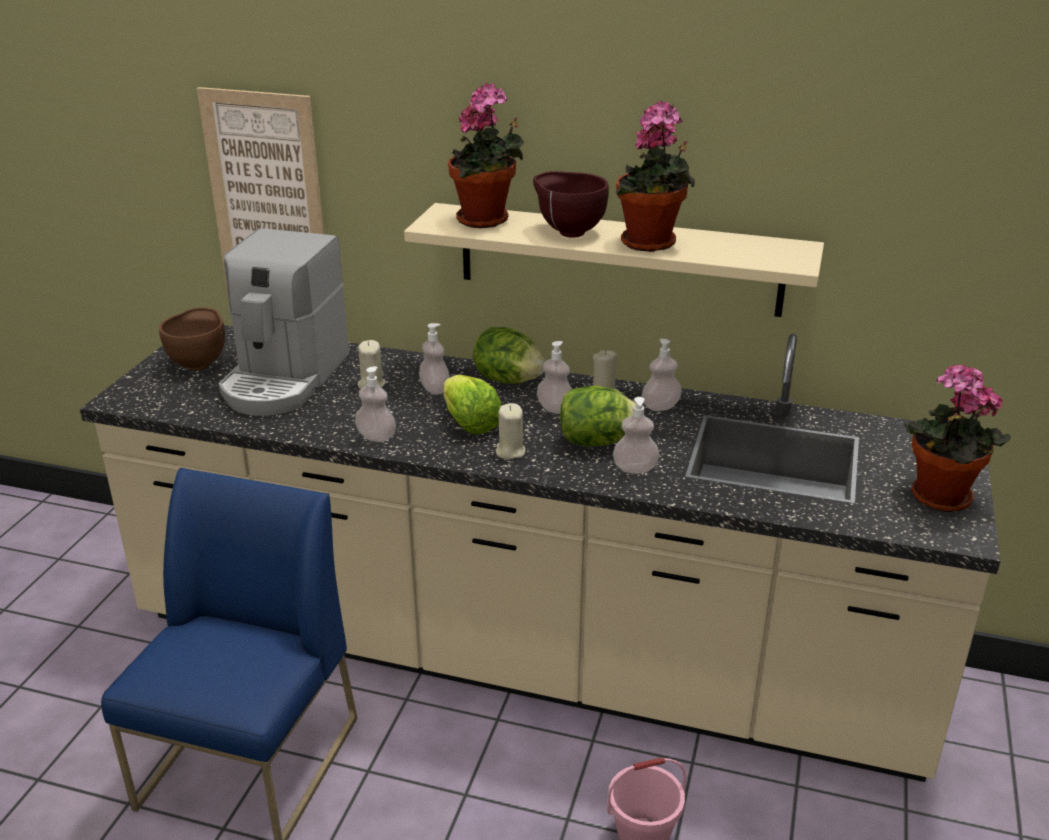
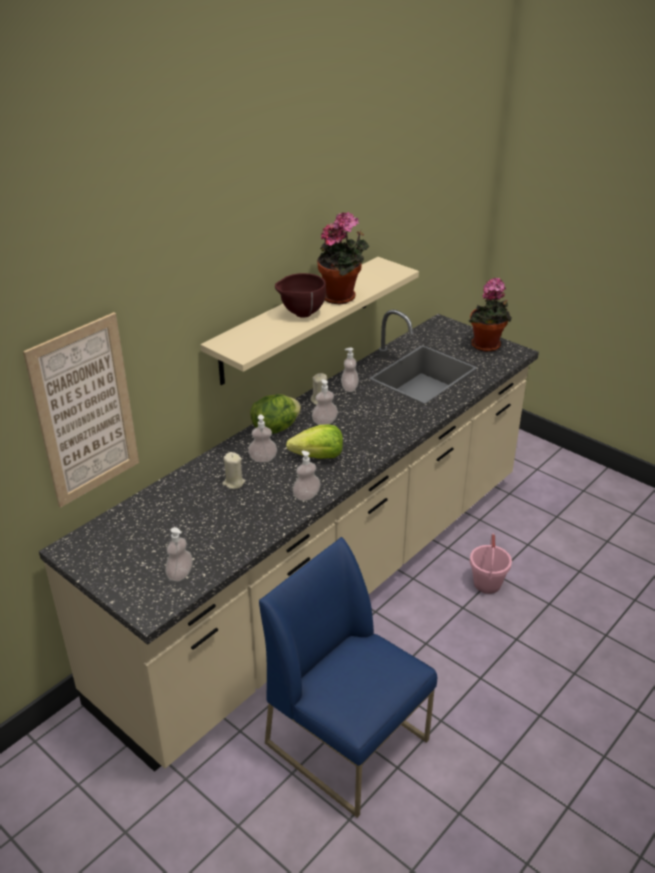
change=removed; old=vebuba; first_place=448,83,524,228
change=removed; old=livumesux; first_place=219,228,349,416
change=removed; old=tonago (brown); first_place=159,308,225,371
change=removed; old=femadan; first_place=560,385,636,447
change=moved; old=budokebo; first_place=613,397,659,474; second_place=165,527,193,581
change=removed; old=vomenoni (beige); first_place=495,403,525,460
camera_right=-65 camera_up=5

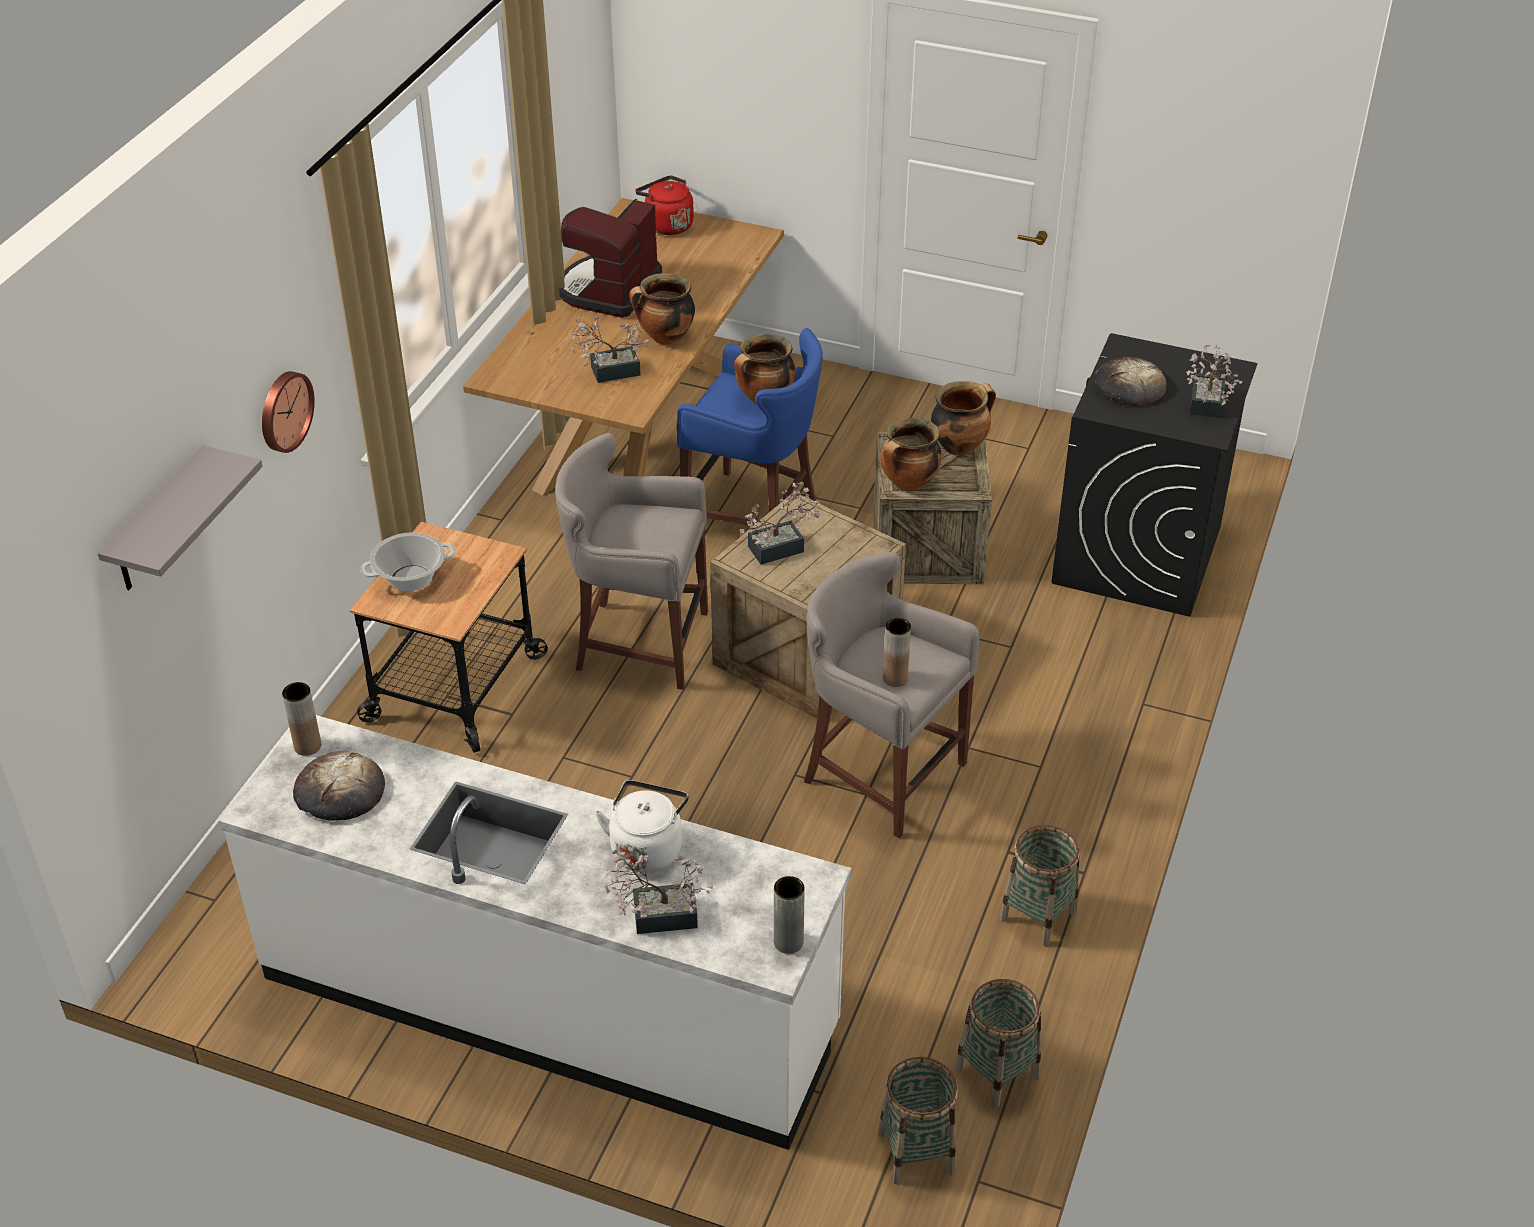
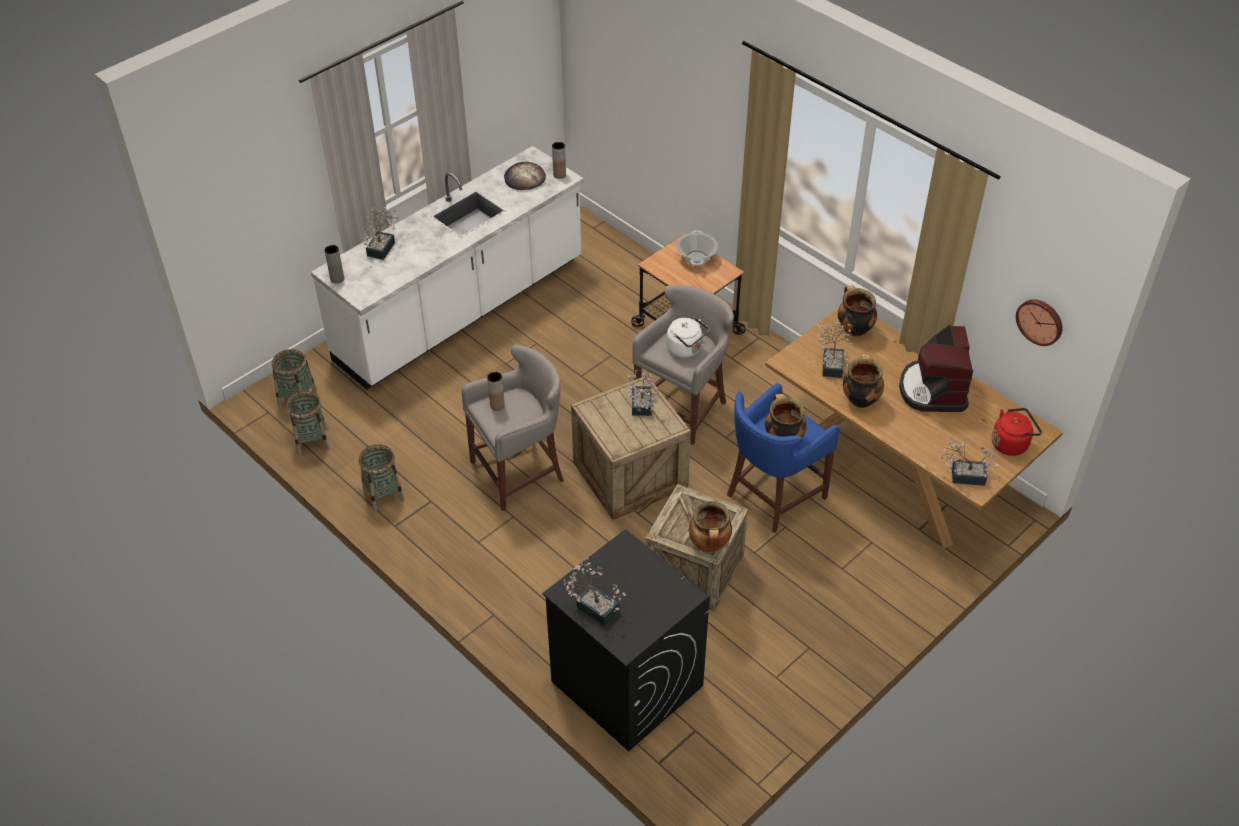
change=turned; old=livumesux; first_place=559,199,662,318; second_place=899,325,973,412; degrees=-135
change=removed; old=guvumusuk; first_place=1093,357,1166,406
change=moved; old=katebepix; first_place=262,371,315,453; second_place=1016,299,1063,346
change=moved; old=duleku; first_place=880,418,942,492; second_place=838,286,877,337
change=removed; old=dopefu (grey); first_place=98,445,263,590
change=moved; old=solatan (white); first_place=595,780,689,873; second_place=667,318,709,358
change=added; new=vebuba; second_place=941,435,999,486
camera_right=115 camera_up=5

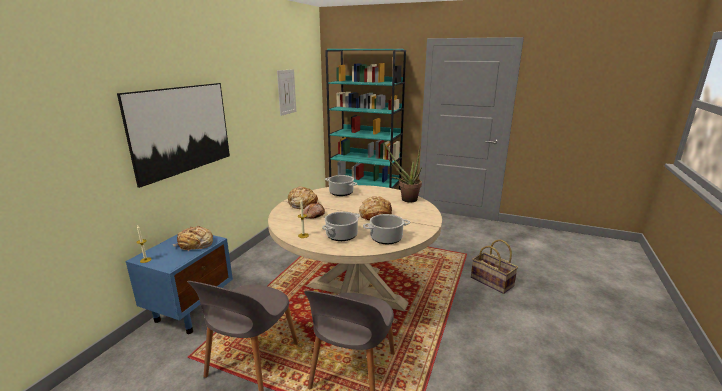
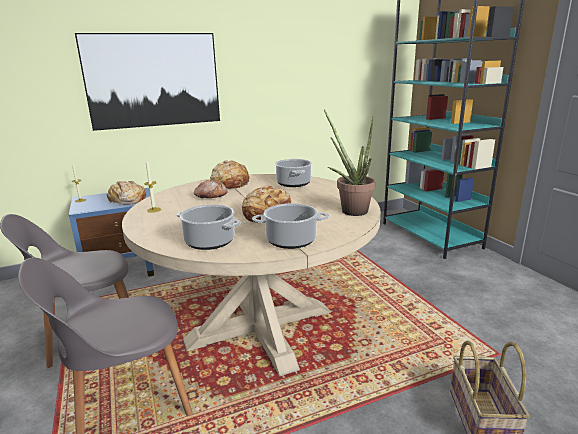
change=removed; old=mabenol; first_place=277,69,296,116
change=moved; old=duleku; first_place=322,212,360,241; second_place=252,203,329,249
camera_right=45 camera_up=0

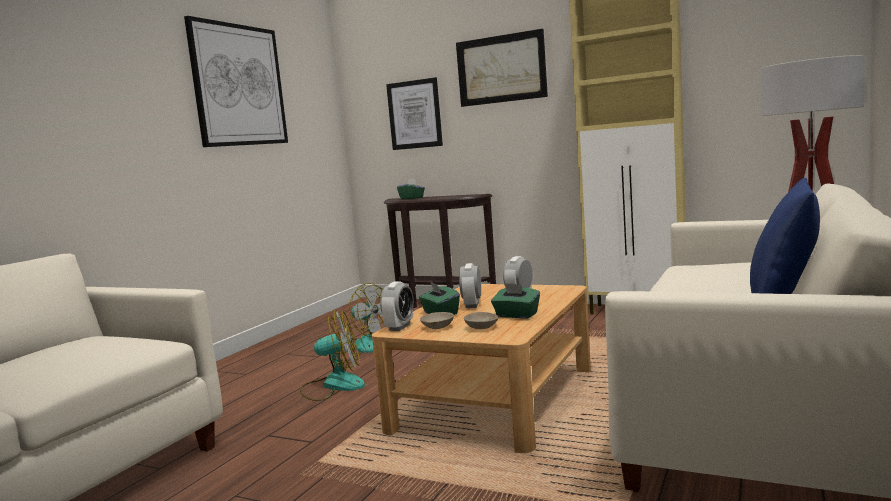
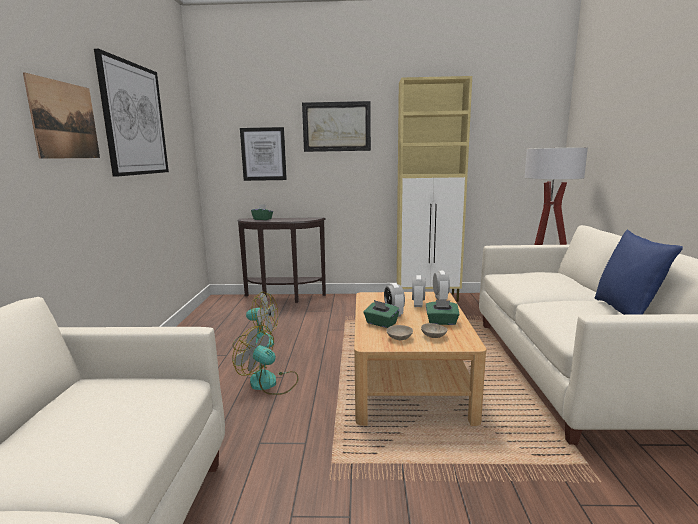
change=moved; old=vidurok; first_place=380,281,414,331; second_place=433,271,450,301
change=turned; old=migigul; first_place=300,310,365,401; second_place=232,325,298,395; degrees=-120
change=added; new=mabenol; second_place=23,72,100,159
camera_right=-25 camera_up=5

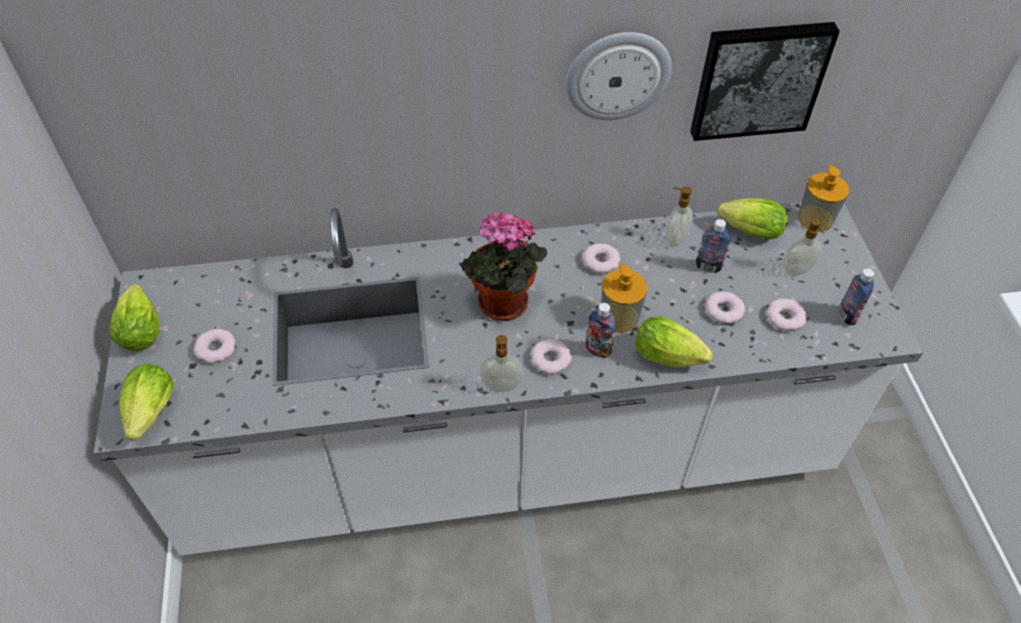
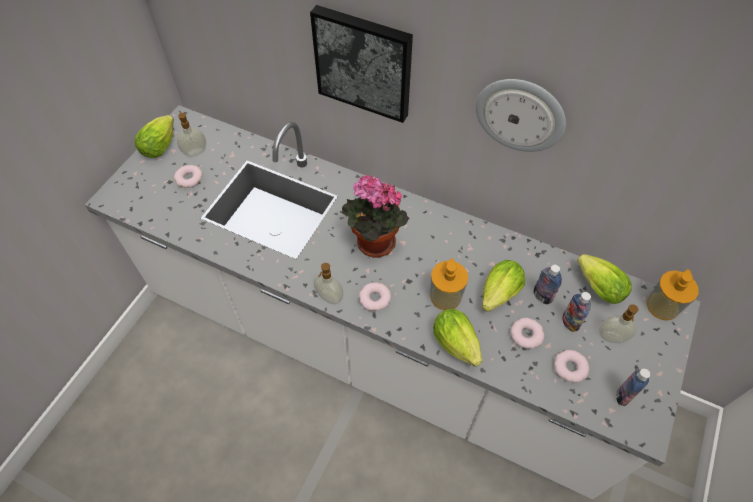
change=moved; old=mabenol; first_place=690,22,840,141; second_place=310,5,413,123
change=moved; old=budokebo; first_place=666,186,692,247; second_place=177,111,206,157
change=removed; old=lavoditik; first_place=582,243,621,273
change=moved; old=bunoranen; first_place=586,303,616,358; second_place=562,292,591,332
change=moved; old=femadan; first_place=120,364,174,441; second_place=482,260,525,312
camera_right=35 camera_up=5

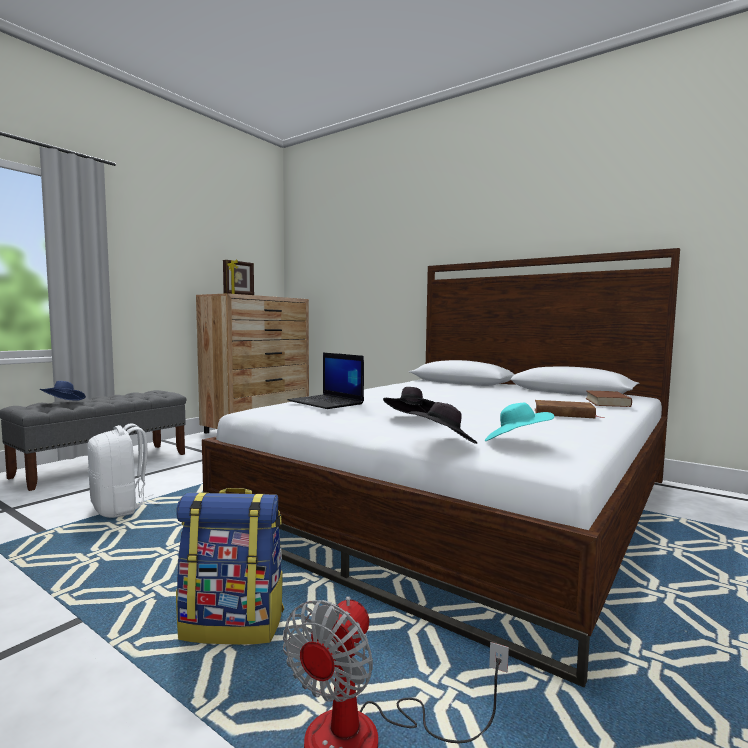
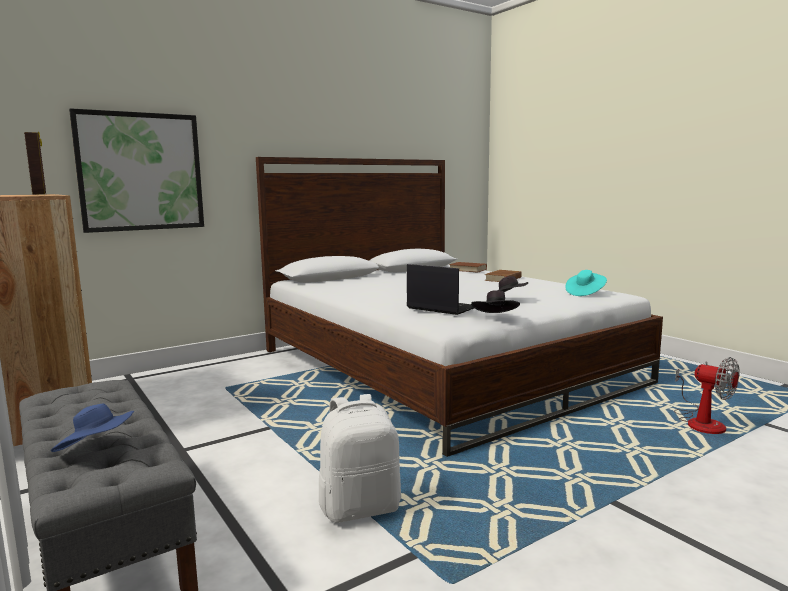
change=turned; old=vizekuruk; first_place=288,353,364,409; second_place=407,264,474,315; degrees=-120
change=moved; old=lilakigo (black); first_place=408,402,478,444; second_place=471,290,520,313
change=removed; old=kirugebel; first_place=176,488,284,645
change=added; new=mabenol; second_place=69,108,204,233
camera_right=-70 camera_up=5

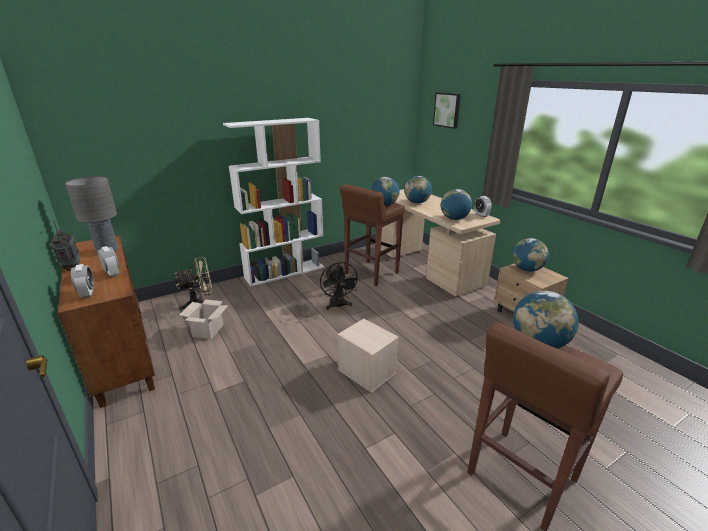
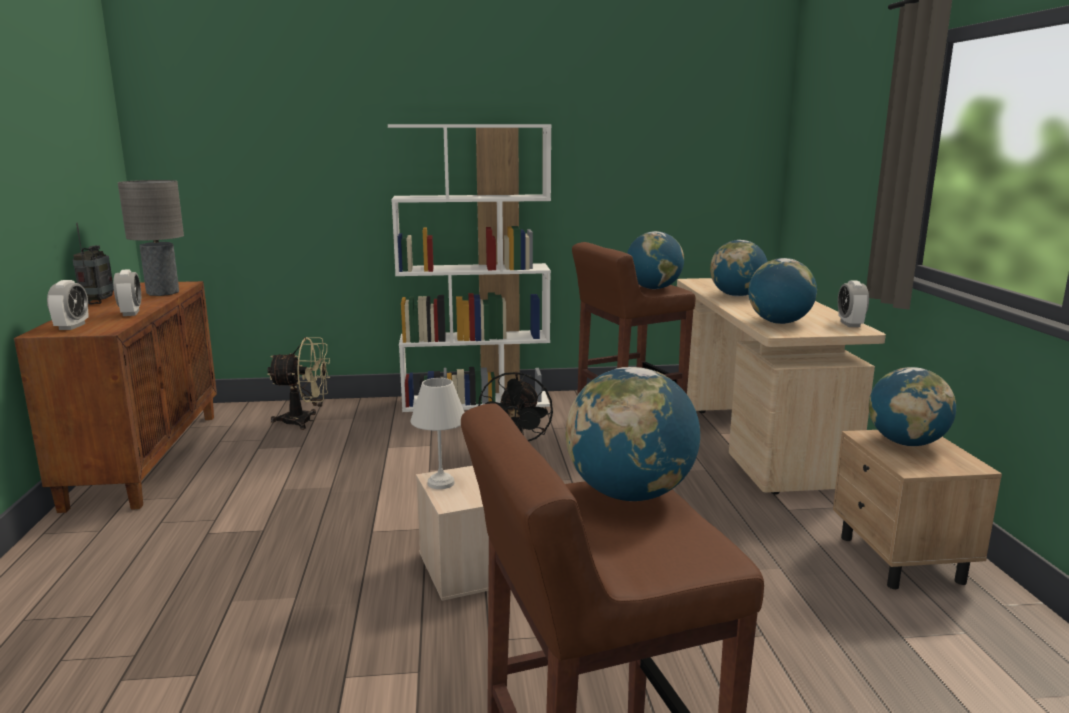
change=removed; old=mabenol; first_place=433,93,461,129
change=removed; old=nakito; first_place=179,299,229,339
change=added; new=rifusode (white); second_place=411,378,464,489
camera_right=25 camera_up=-10

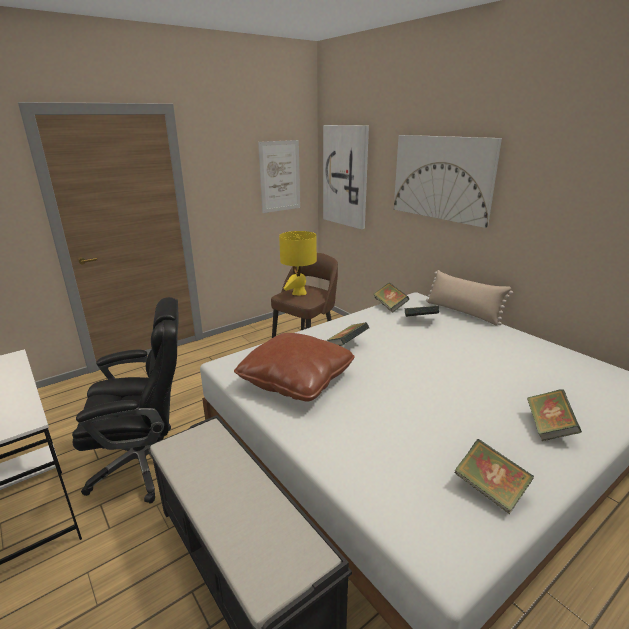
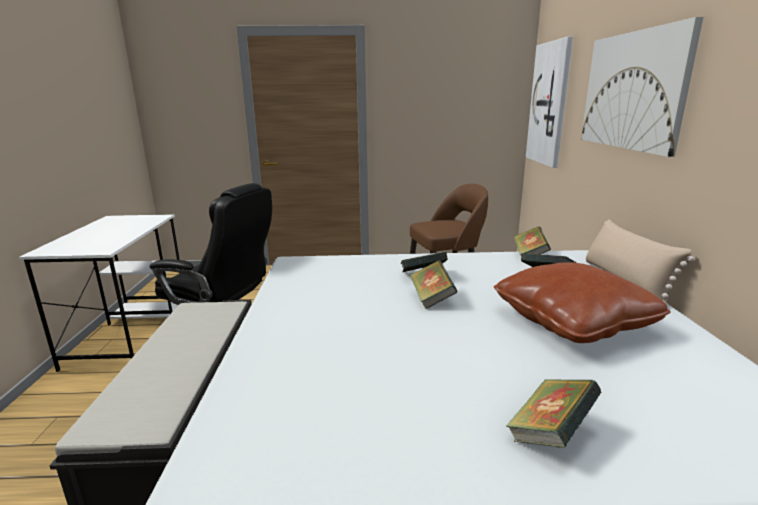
change=removed; old=mabenol; first_place=258,140,300,213
change=removed; old=rifusode (yellow); first_place=279,231,317,296
change=moved; old=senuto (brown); first_place=234,333,355,402; second_place=494,262,670,343
change=moved; old=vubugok; first_place=455,439,534,514; second_place=410,260,458,309
camera_right=35 camera_up=-5

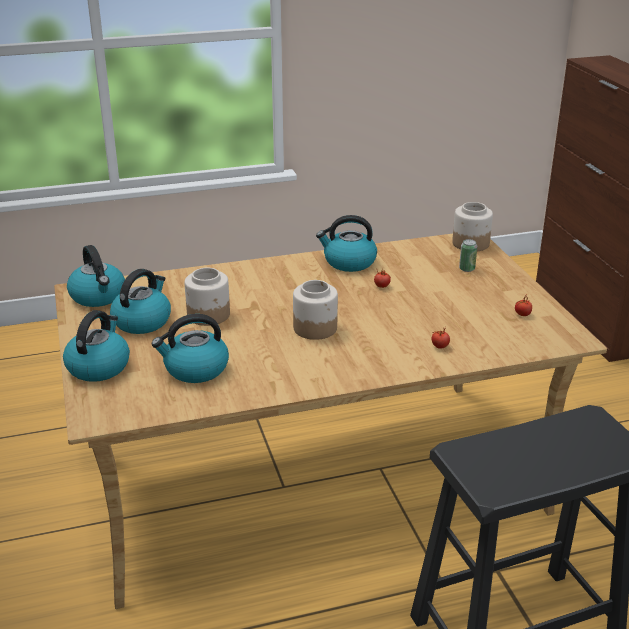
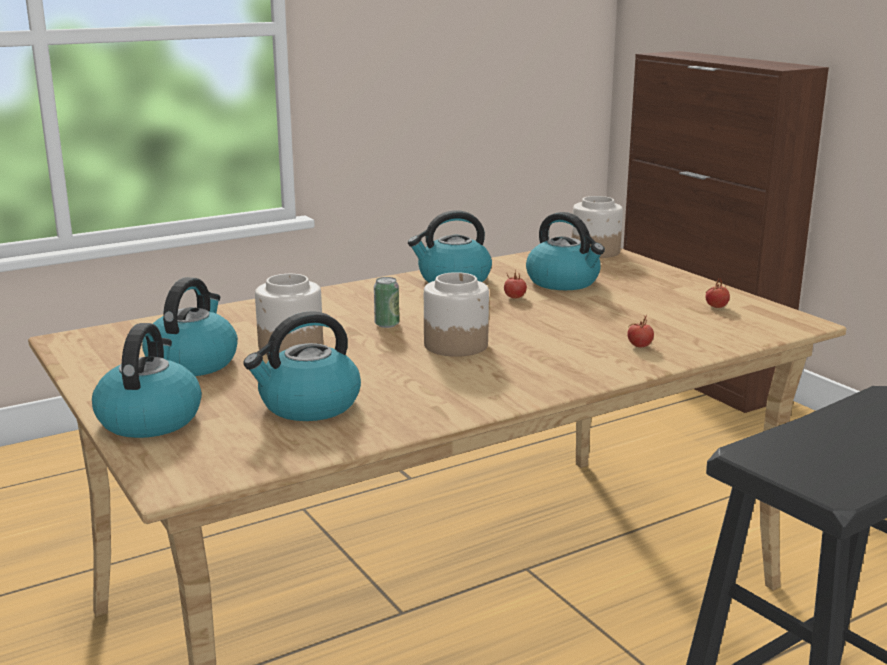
change=moved; old=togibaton; first_place=459,239,477,272; second_place=374,277,399,328
change=moved; old=solatan; first_place=67,245,125,307; second_place=526,212,605,290
camera_right=-15 camera_up=-10

